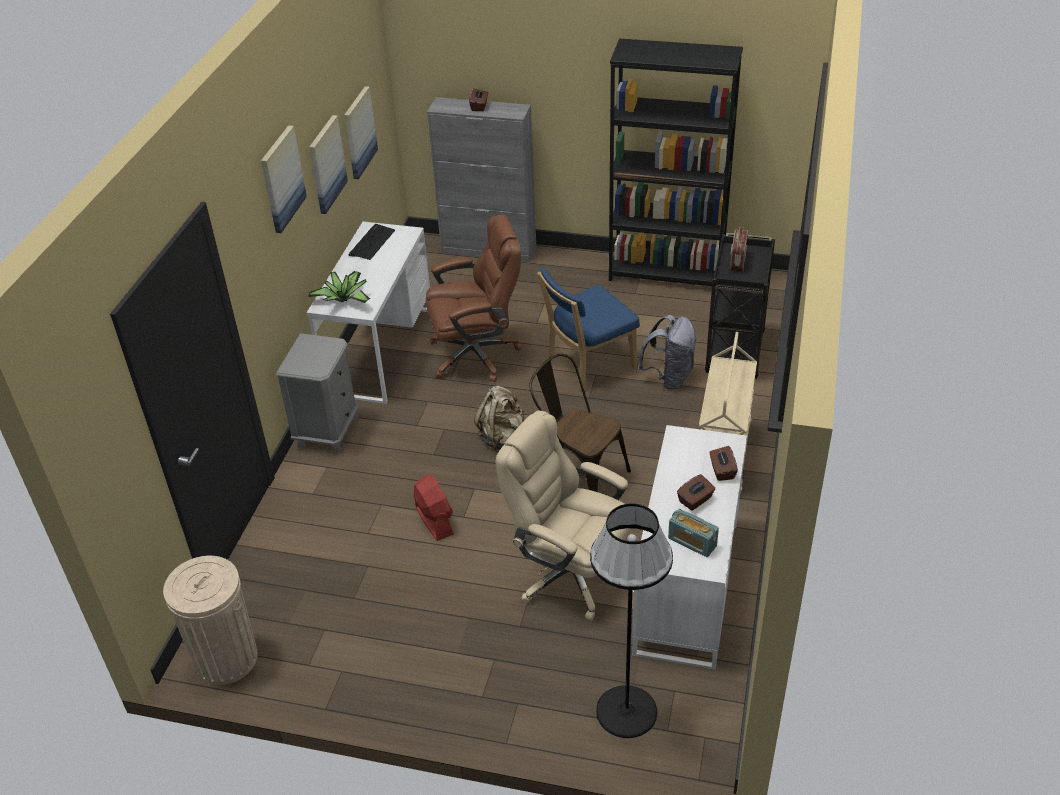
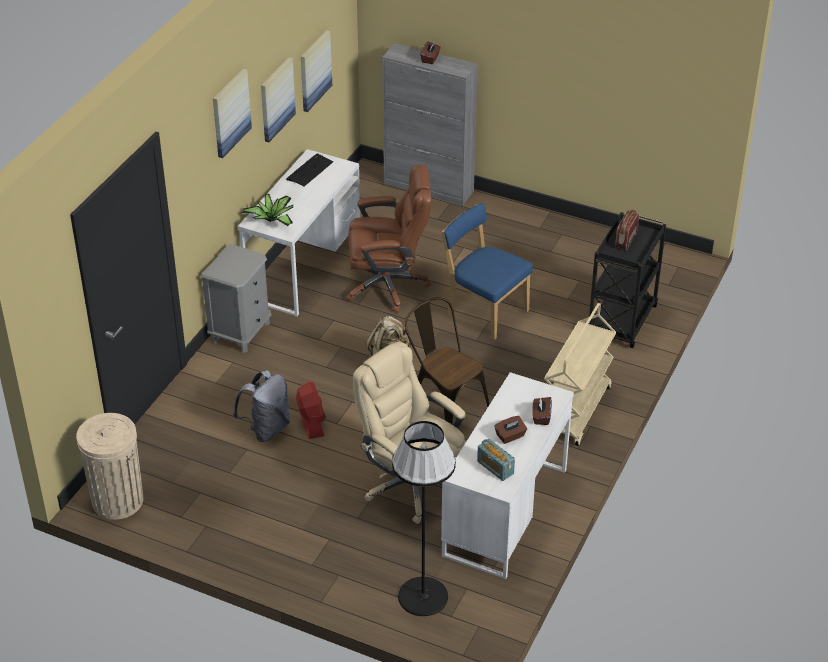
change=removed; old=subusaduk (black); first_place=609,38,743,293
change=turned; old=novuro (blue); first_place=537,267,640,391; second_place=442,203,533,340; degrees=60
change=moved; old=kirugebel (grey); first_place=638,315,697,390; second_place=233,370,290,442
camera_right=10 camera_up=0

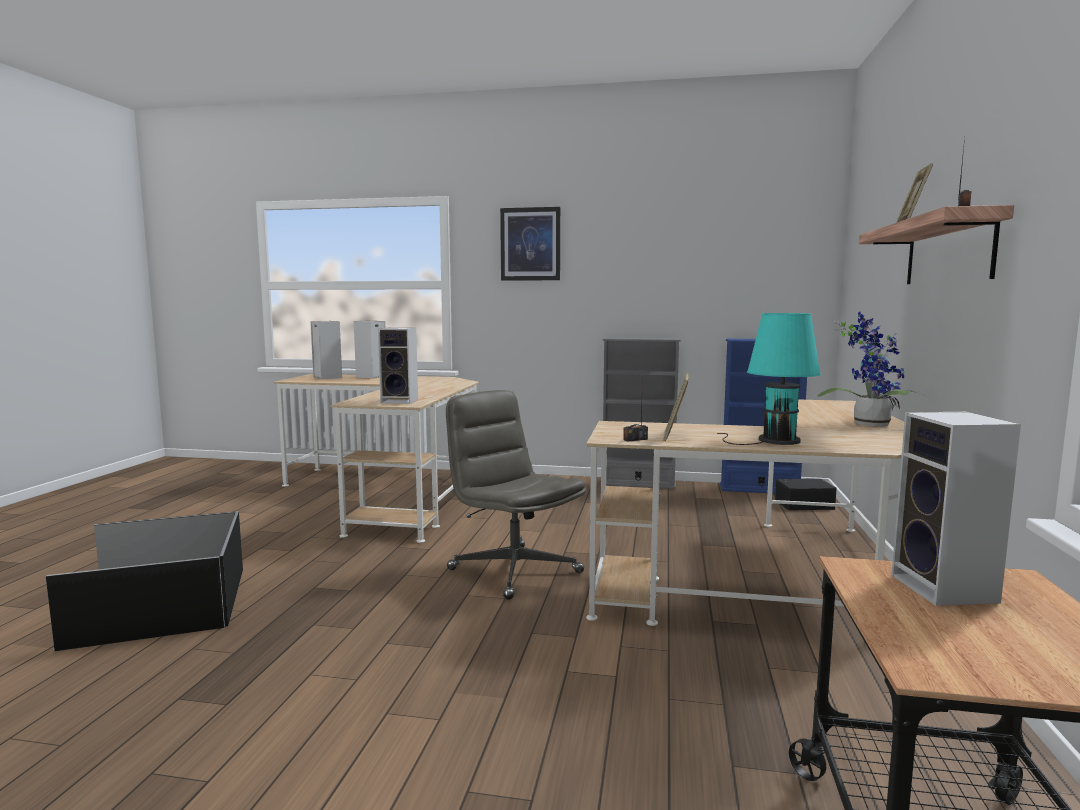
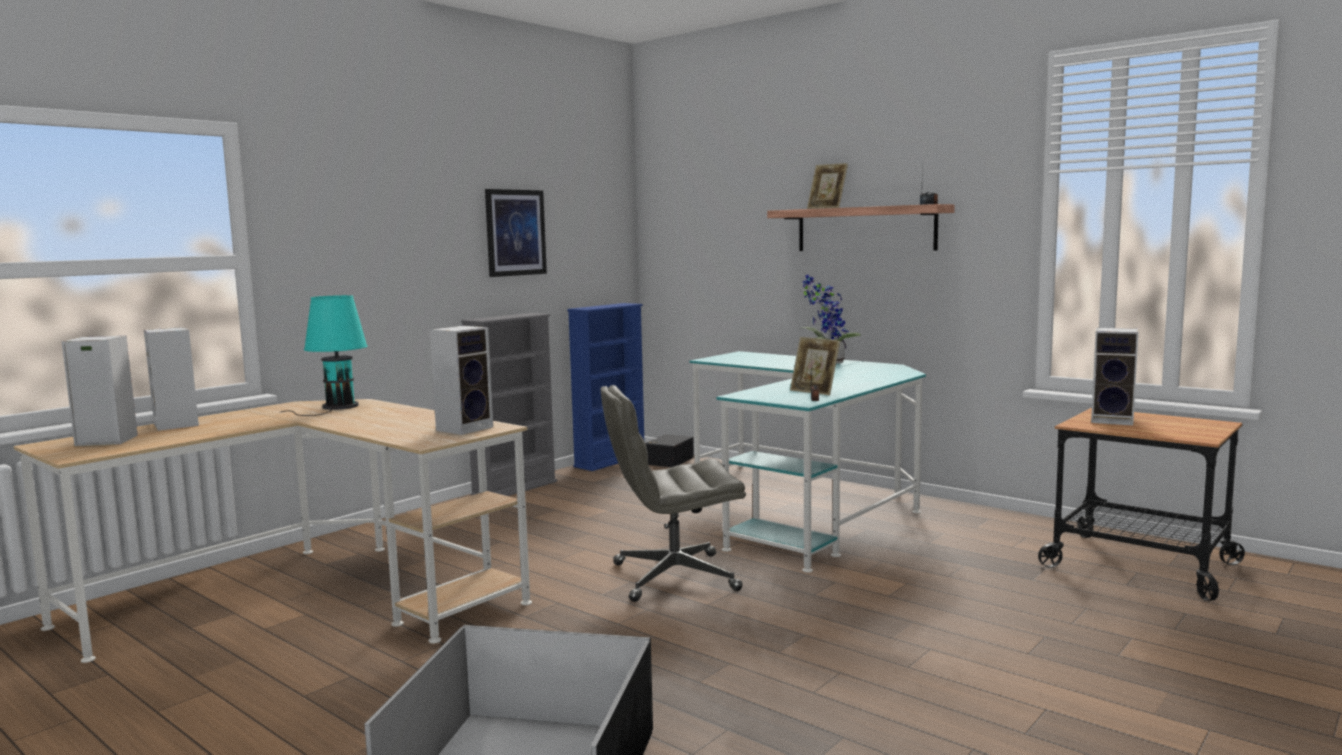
change=moved; old=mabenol; first_place=500,207,560,281; second_place=485,189,547,277
change=moved; old=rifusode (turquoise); first_place=717,313,821,445; second_place=281,295,368,416
change=recoloured; old=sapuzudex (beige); new=sapuzudex (turquoise); first_place=586,399,904,626; second_place=689,351,926,572
camera_right=-60 camera_up=0

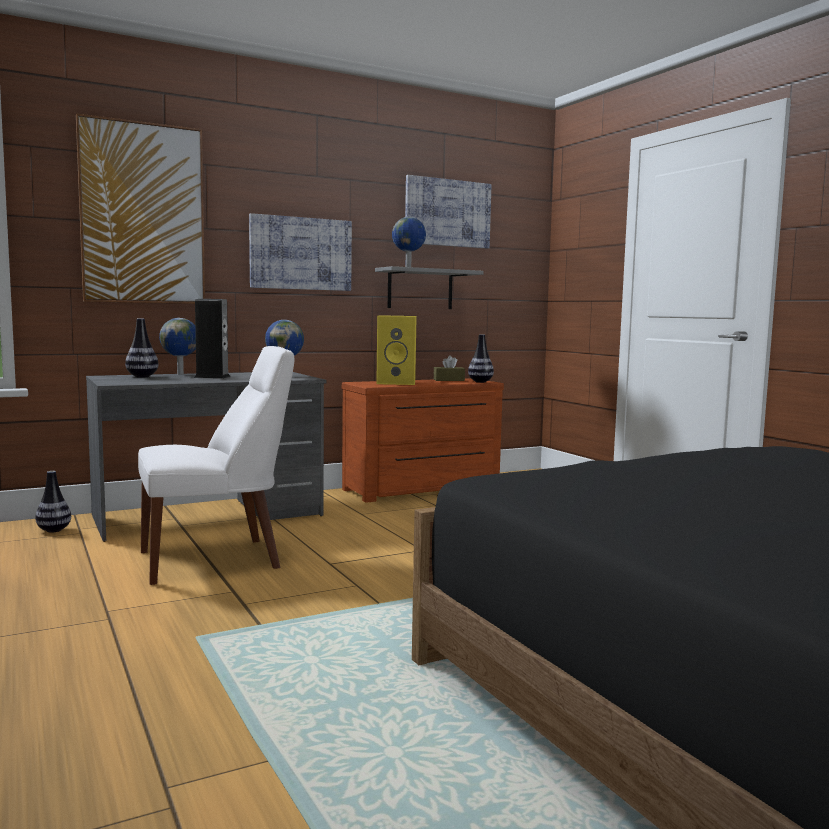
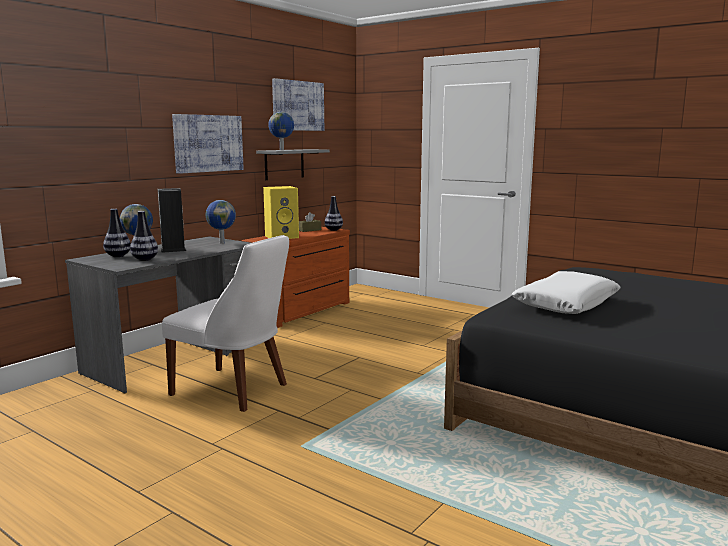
change=removed; old=mabenol; first_place=76,113,205,304
change=turned; old=novuro (white); first_place=138,346,294,585; second_place=162,235,289,412; degrees=75
change=moved; old=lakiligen; first_place=35,471,71,532; second_place=130,211,158,261
change=added; new=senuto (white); second_place=511,271,621,314
camera_right=-25 camera_up=5

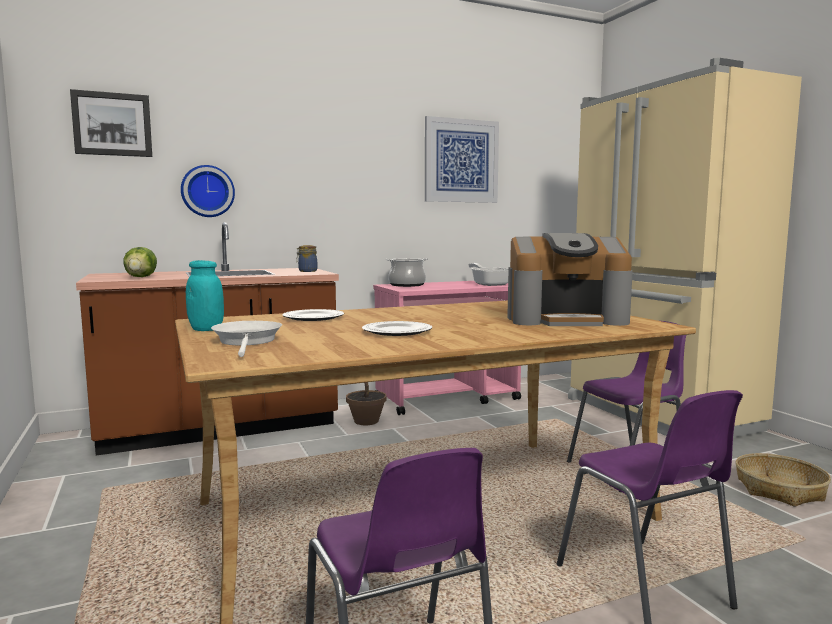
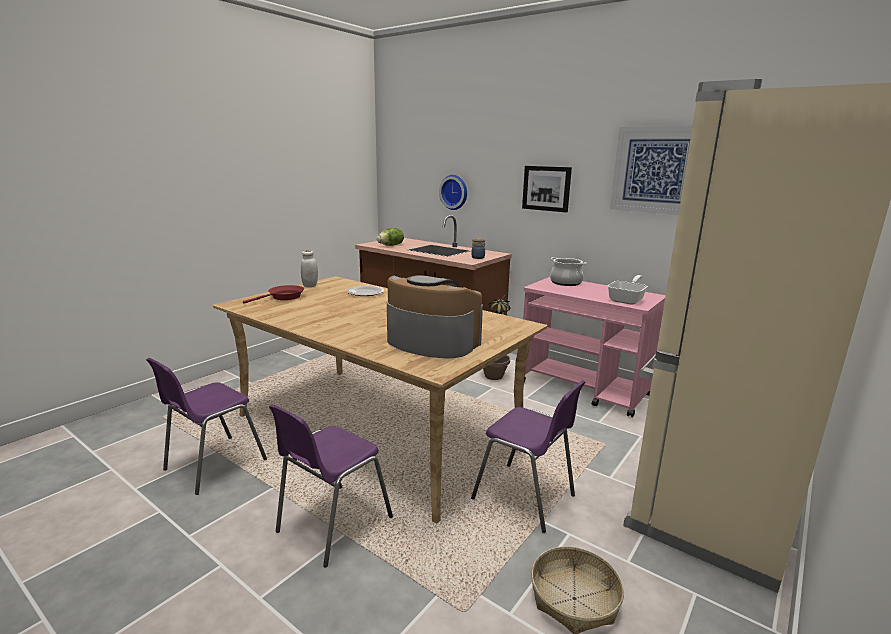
change=moved; old=mabenol; first_place=70,89,152,157; second_place=522,166,572,212
change=turned; old=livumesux; first_place=507,233,633,326; second_place=387,275,483,359; degrees=150
change=recoloured; old=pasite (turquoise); new=pasite (white); first_place=186,260,224,331; second_place=301,250,318,287
change=recoloured; old=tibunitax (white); new=tibunitax (red); first_place=211,321,282,357; second_place=243,285,304,304
change=removed; old=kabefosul; first_place=362,321,432,336
camera_right=60 camera_up=10

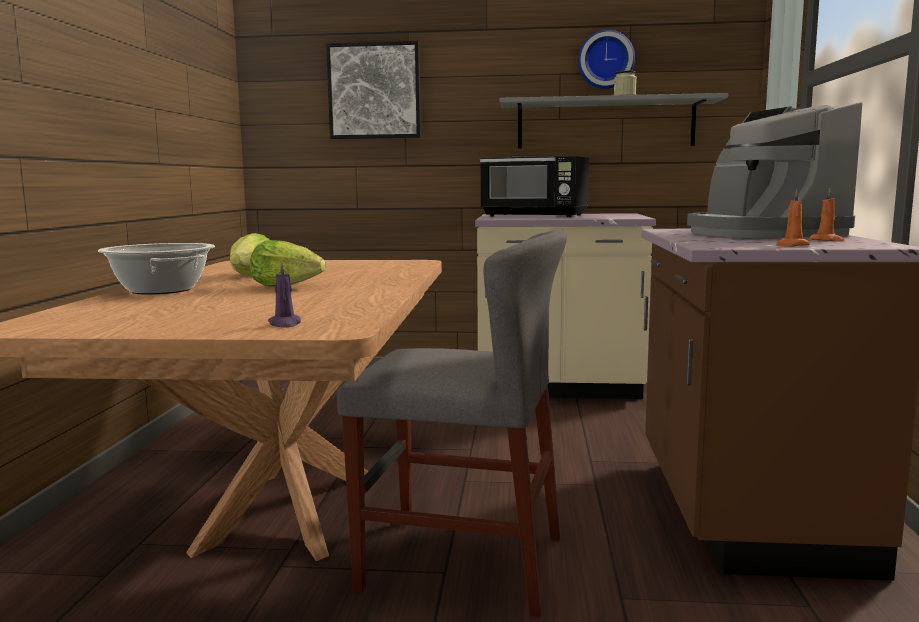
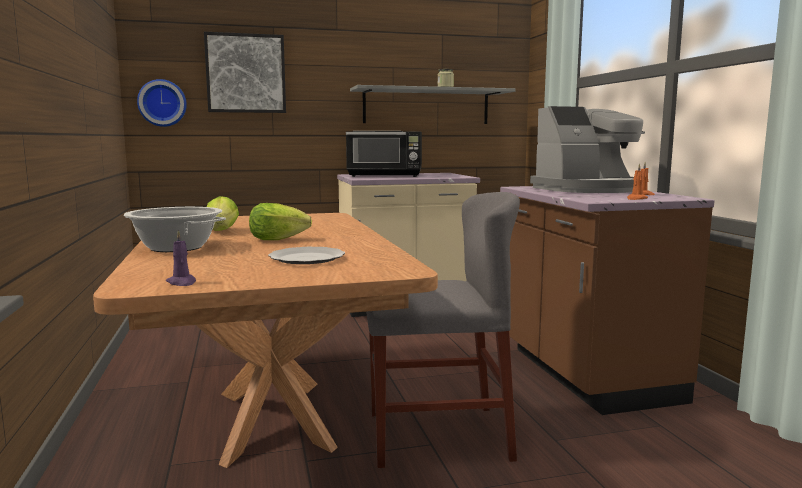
change=moved; old=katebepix; first_place=578,30,635,89; second_place=137,79,187,127
change=turned; old=livumesux; first_place=687,102,862,238; second_place=530,106,645,193; degrees=-75
change=moved; old=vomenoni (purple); first_place=268,261,301,328; second_place=166,230,196,286
change=added; new=kabefosul; second_place=268,247,345,264
camera_right=-20 camera_up=0

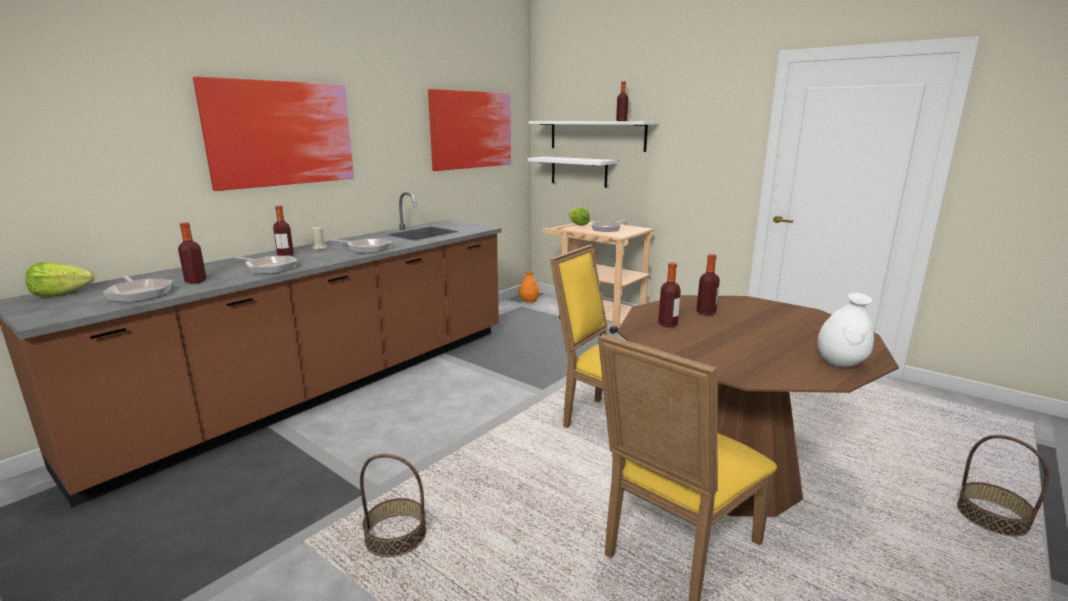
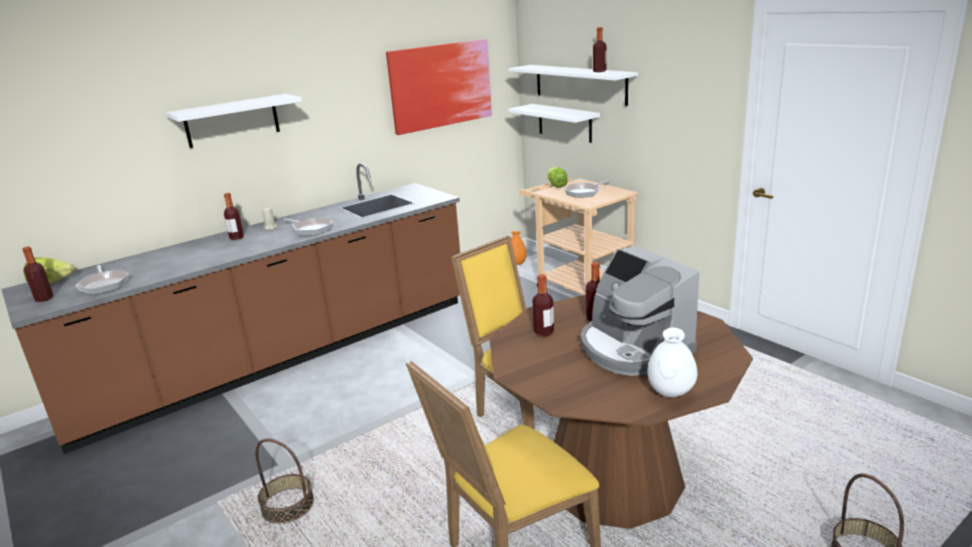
change=replaced; old=mabenol; new=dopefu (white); first_place=193,77,354,191; second_place=166,94,302,148
change=moved; old=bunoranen; first_place=178,223,207,284; second_place=22,246,54,302
change=removed; old=tibunitax; first_place=234,256,297,274
change=added; new=livumesux; second_place=580,246,699,376
camera_right=15 camera_up=5

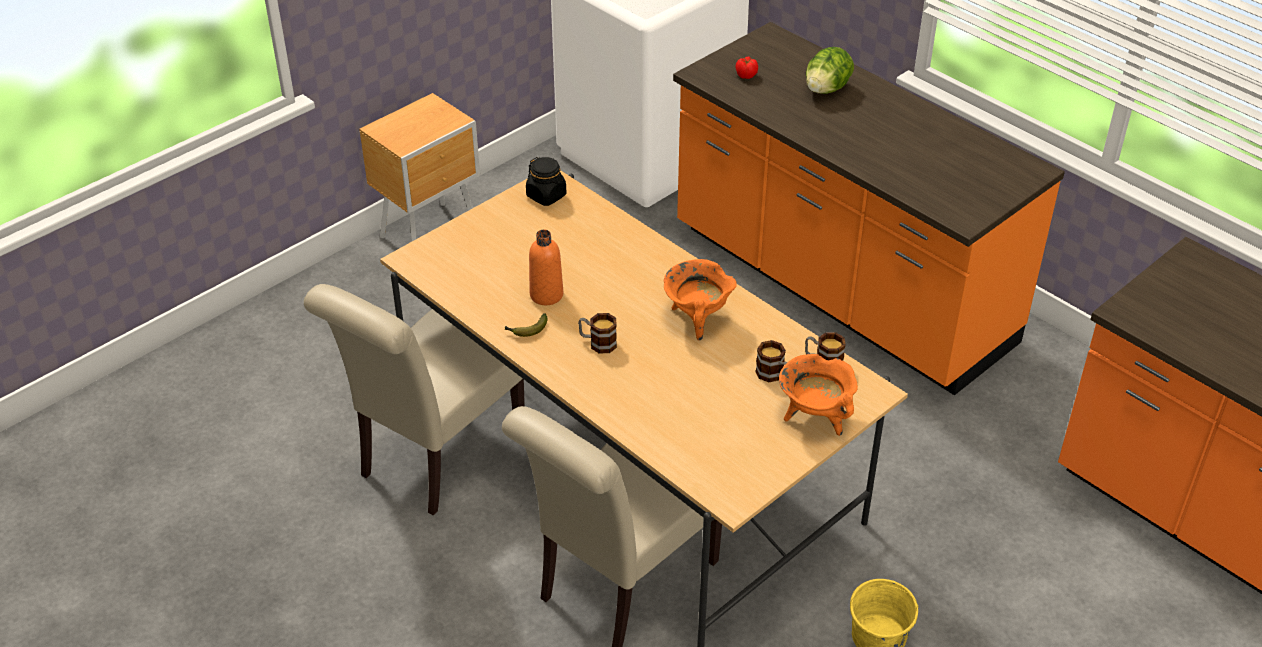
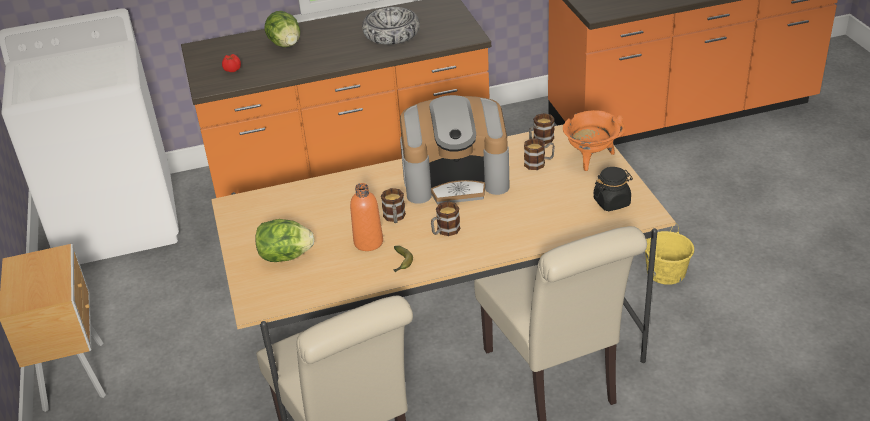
change=moved; old=pasite (black); first_place=526,157,566,206; second_place=593,167,633,211
change=replaced; old=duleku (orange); new=livumesux; first_place=664,259,737,341; second_place=400,95,509,205
change=added; new=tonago; second_place=362,7,420,44
change=added; new=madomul; second_place=381,188,406,223
change=added; new=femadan; second_place=255,219,315,262
camera_right=-60 camera_up=-5

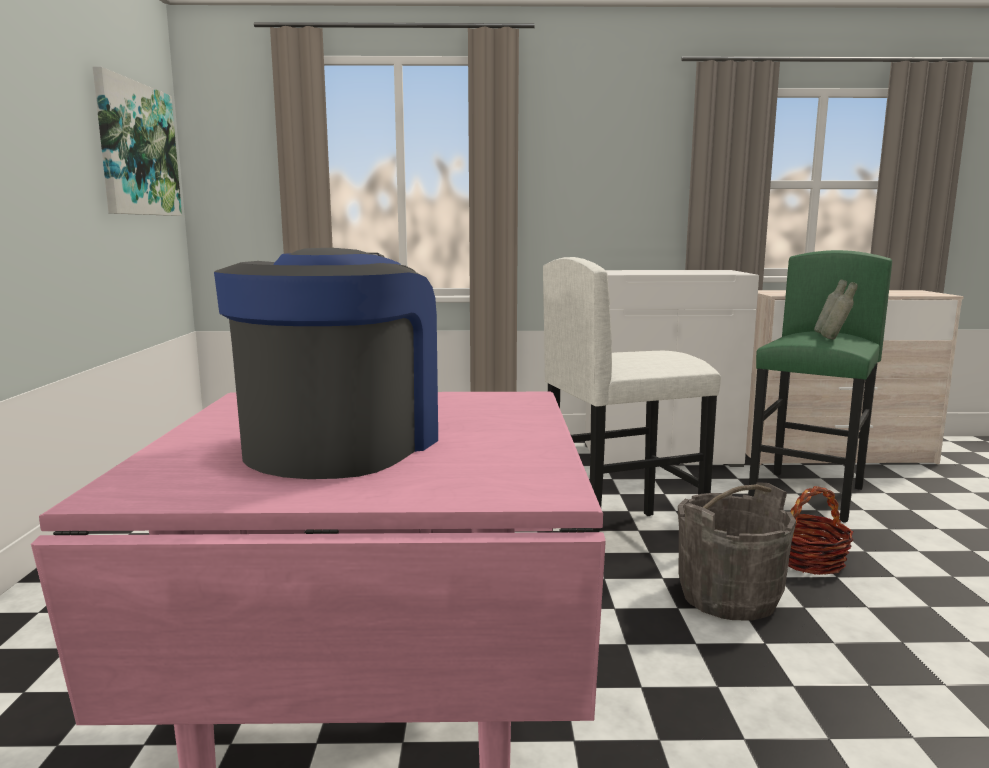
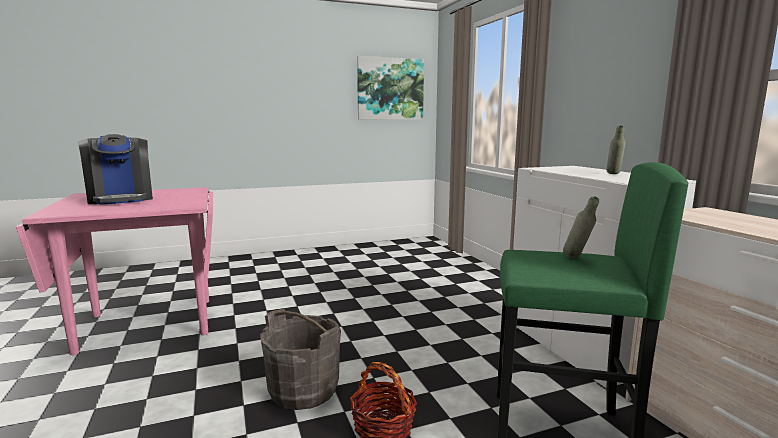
change=turned; old=livumesux; first_place=214,248,438,479; second_place=78,134,153,205; degrees=60
change=removed; old=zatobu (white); first_place=543,257,721,532
change=moved; old=bunoranen (grey); first_place=821,282,858,340; second_place=607,126,625,174
camera_right=70 camera_up=0

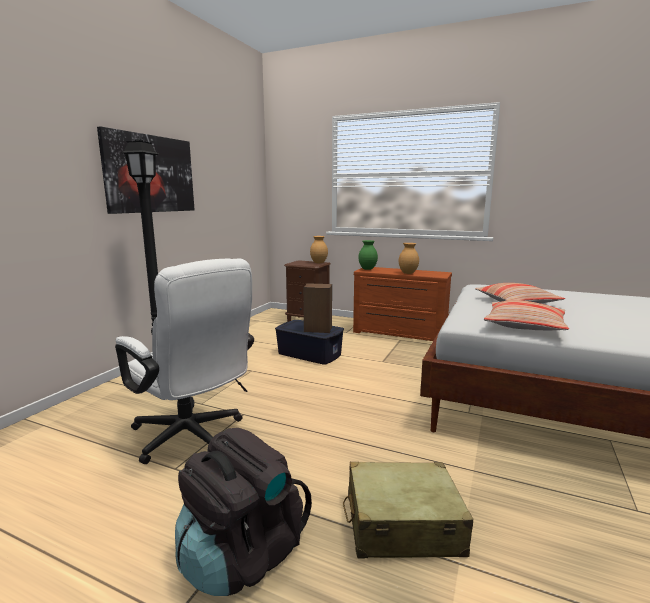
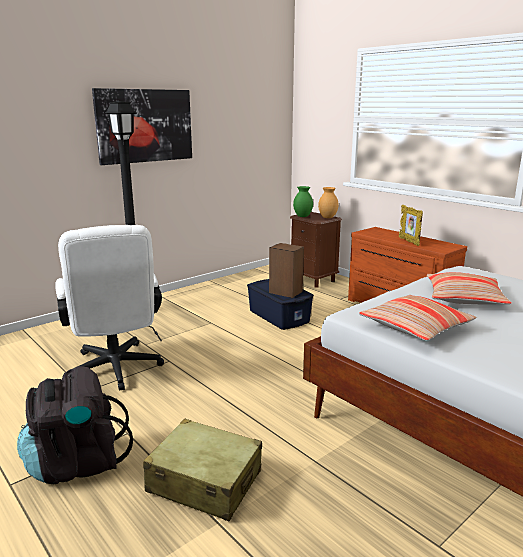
change=moved; old=lakiligen (green); first_place=359,240,378,270; second_place=293,186,313,217
change=replaced; old=lakiligen (brown); new=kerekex; first_place=399,243,419,274; second_place=399,205,423,246
camera_right=25 camera_up=5

